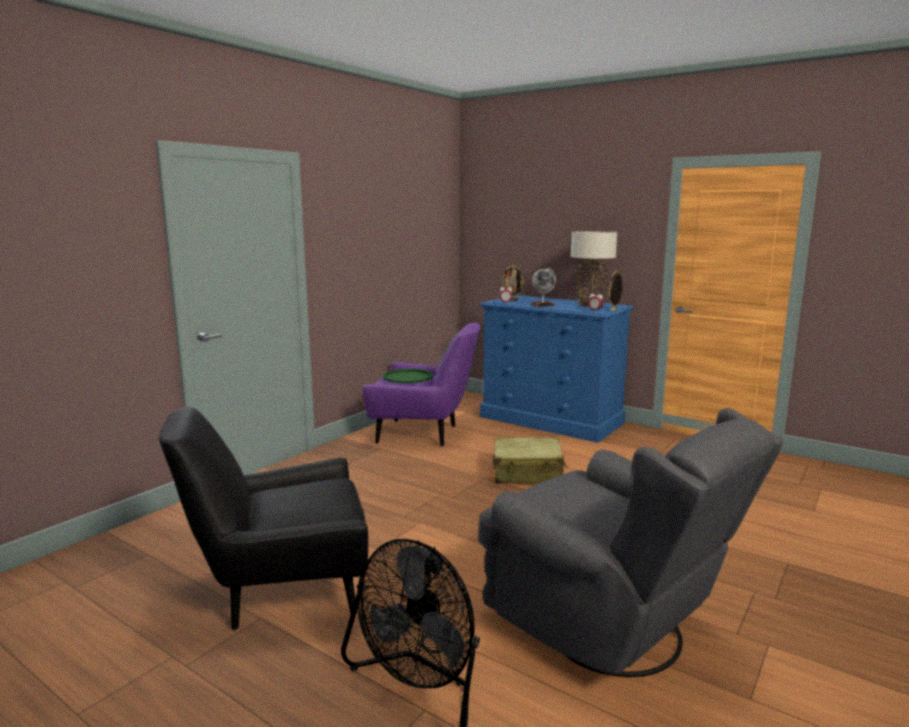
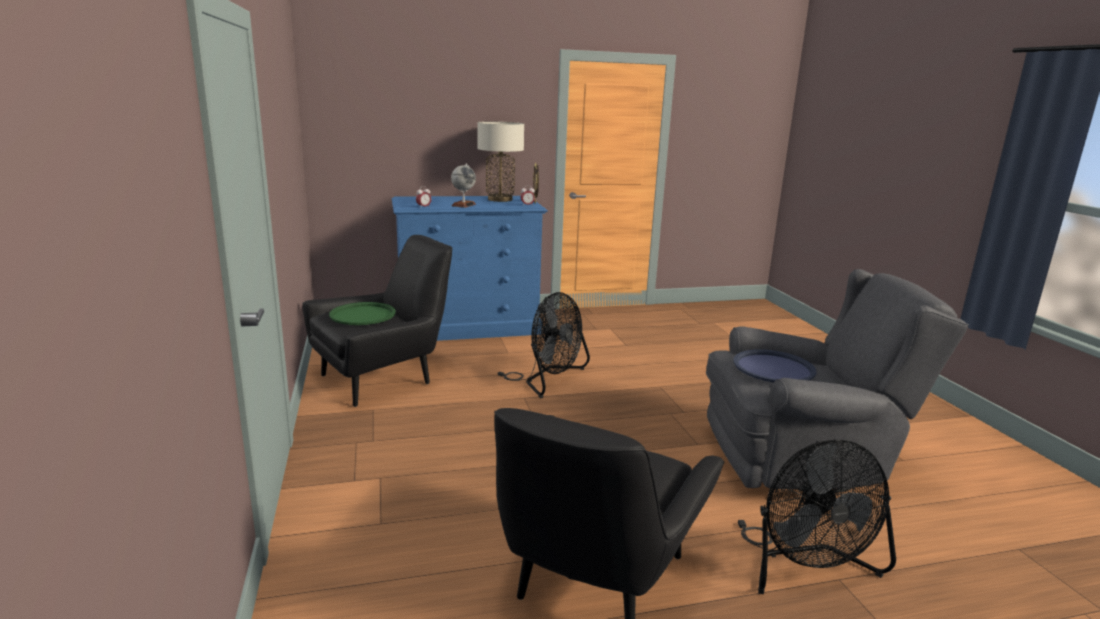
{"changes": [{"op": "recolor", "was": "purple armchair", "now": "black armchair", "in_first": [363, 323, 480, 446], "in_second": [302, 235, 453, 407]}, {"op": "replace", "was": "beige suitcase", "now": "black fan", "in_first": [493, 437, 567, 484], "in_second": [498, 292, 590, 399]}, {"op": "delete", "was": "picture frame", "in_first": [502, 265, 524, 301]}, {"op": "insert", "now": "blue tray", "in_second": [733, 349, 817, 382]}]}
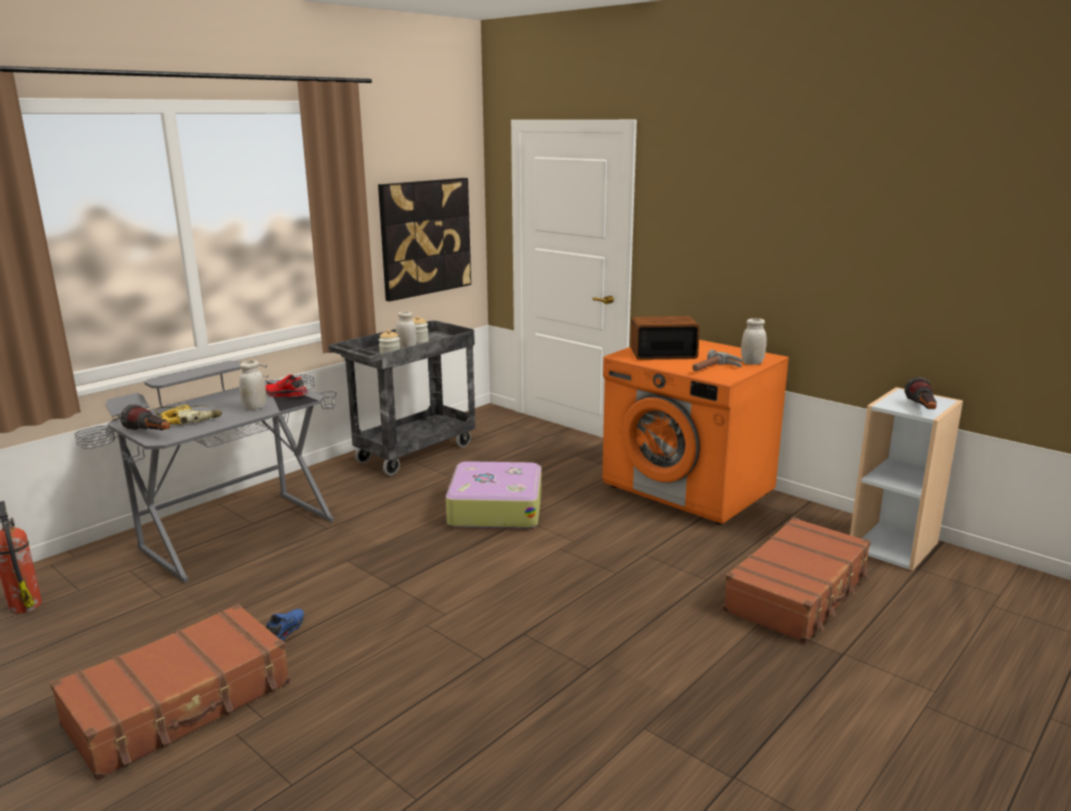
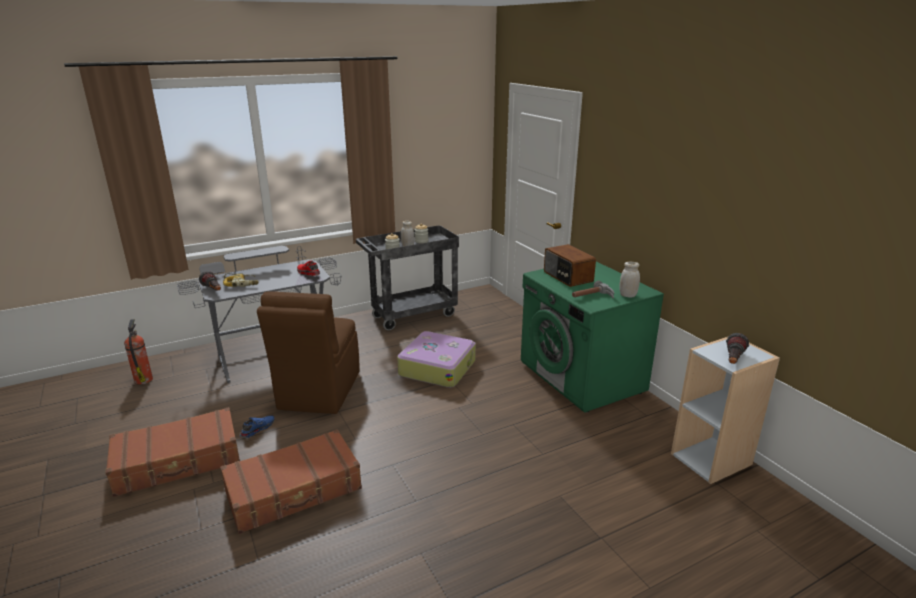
{"changes": [{"op": "delete", "was": "white jar", "in_first": [239, 360, 266, 411]}, {"op": "delete", "was": "picture", "in_first": [378, 178, 471, 302]}, {"op": "recolor", "was": "orange washing machine", "now": "green washing machine", "in_first": [602, 340, 789, 525], "in_second": [521, 261, 664, 413]}, {"op": "rotate", "was": "radio", "in_first": [630, 316, 700, 360], "in_second": [544, 244, 596, 287], "clockwise": -135}, {"op": "move", "was": "brown suitcase", "in_first": [723, 517, 871, 643], "in_second": [220, 429, 362, 534]}, {"op": "insert", "now": "brown chair", "in_second": [257, 291, 359, 414]}]}
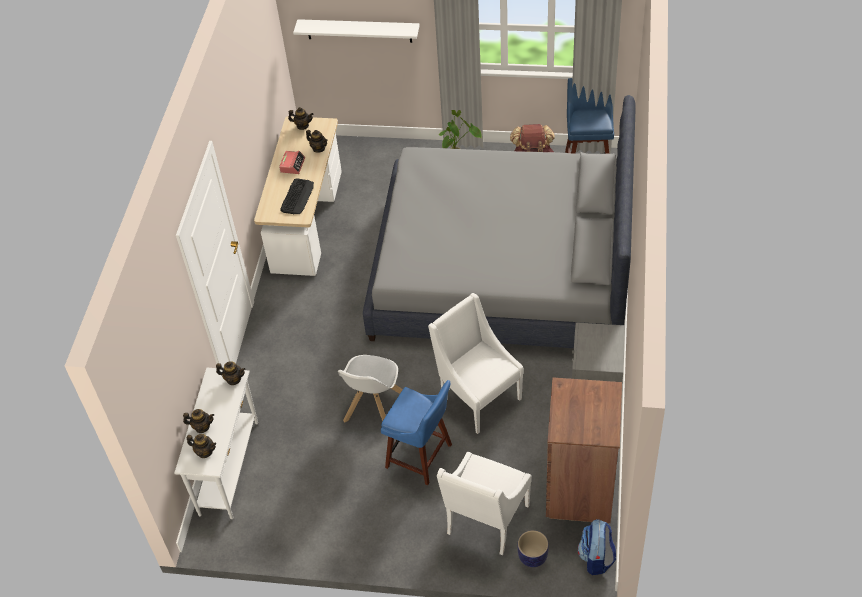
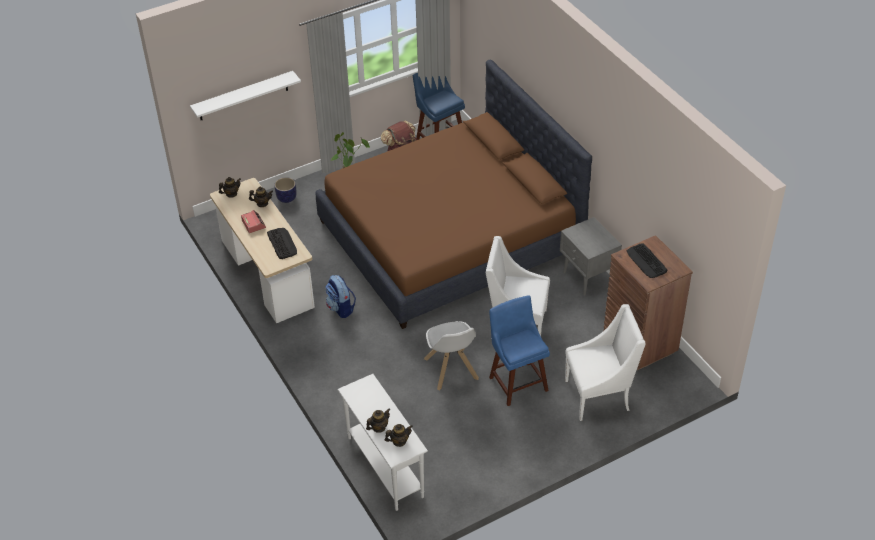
{"changes": [{"op": "delete", "was": "teapot", "in_first": [216, 361, 245, 385]}, {"op": "recolor", "was": "grey bed", "now": "brown bed", "in_first": [363, 95, 636, 348], "in_second": [315, 60, 592, 329]}, {"op": "rotate", "was": "blue chair", "in_first": [381, 380, 452, 485], "in_second": [489, 296, 550, 406], "clockwise": -105}, {"op": "rotate", "was": "white armchair", "in_first": [437, 452, 532, 556], "in_second": [565, 304, 646, 421], "clockwise": -90}, {"op": "move", "was": "planter", "in_first": [518, 530, 549, 567], "in_second": [275, 177, 297, 203]}, {"op": "move", "was": "backpack", "in_first": [578, 519, 616, 575], "in_second": [325, 275, 356, 318]}, {"op": "insert", "now": "keyboard", "in_second": [627, 244, 668, 278]}]}
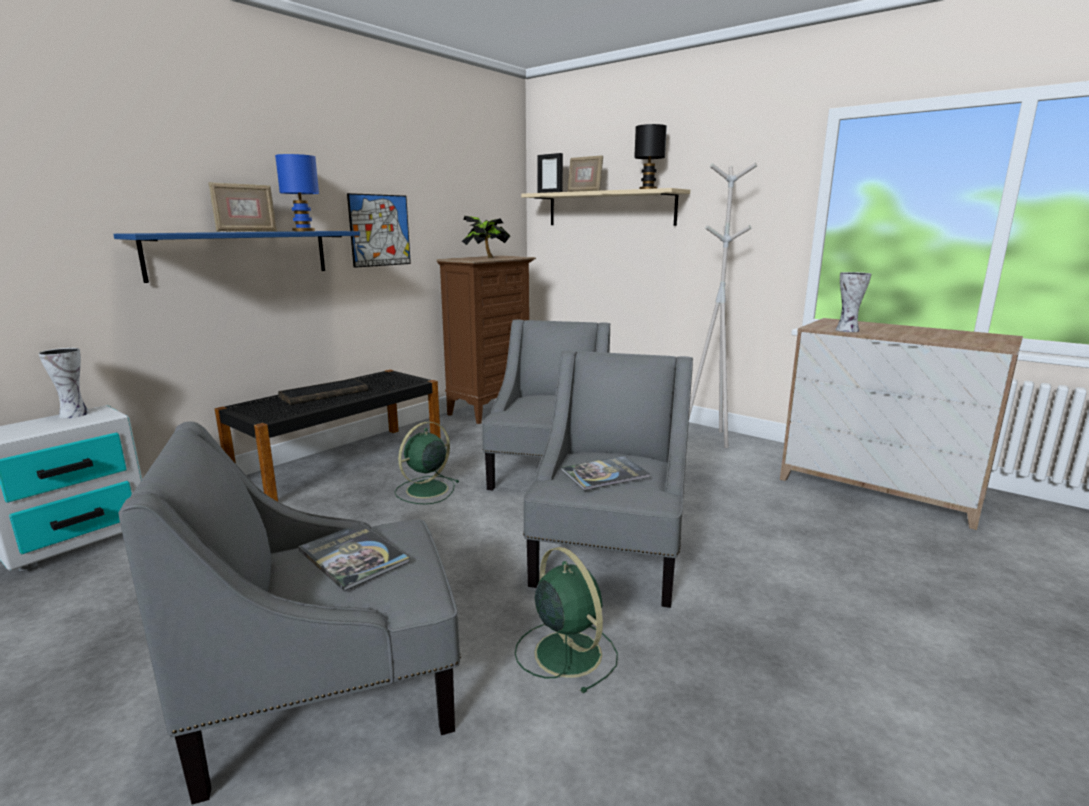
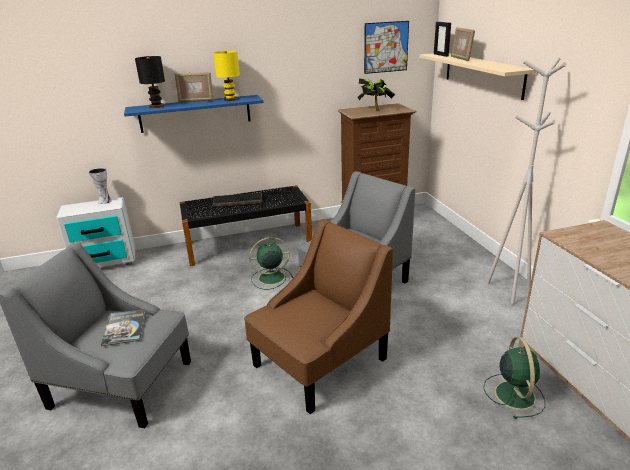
{"changes": [{"op": "recolor", "was": "blue table lamp", "now": "yellow table lamp", "in_first": [275, 154, 319, 231], "in_second": [213, 51, 240, 101]}, {"op": "move", "was": "picture", "in_first": [347, 193, 411, 268], "in_second": [364, 21, 409, 74]}, {"op": "move", "was": "green fan", "in_first": [515, 547, 618, 693], "in_second": [483, 337, 546, 419]}, {"op": "recolor", "was": "grey armchair", "now": "brown armchair", "in_first": [523, 350, 693, 608], "in_second": [244, 219, 393, 414]}, {"op": "delete", "was": "book", "in_first": [561, 456, 650, 491]}, {"op": "move", "was": "black table lamp", "in_first": [634, 124, 667, 189], "in_second": [135, 56, 165, 108]}, {"op": "delete", "was": "vase", "in_first": [835, 272, 871, 332]}]}
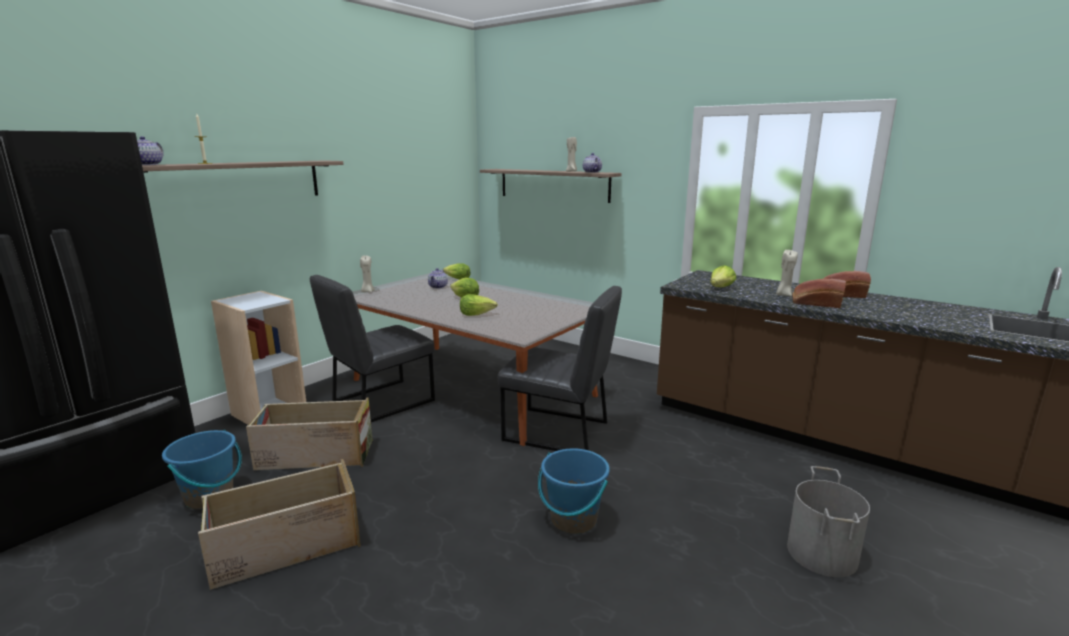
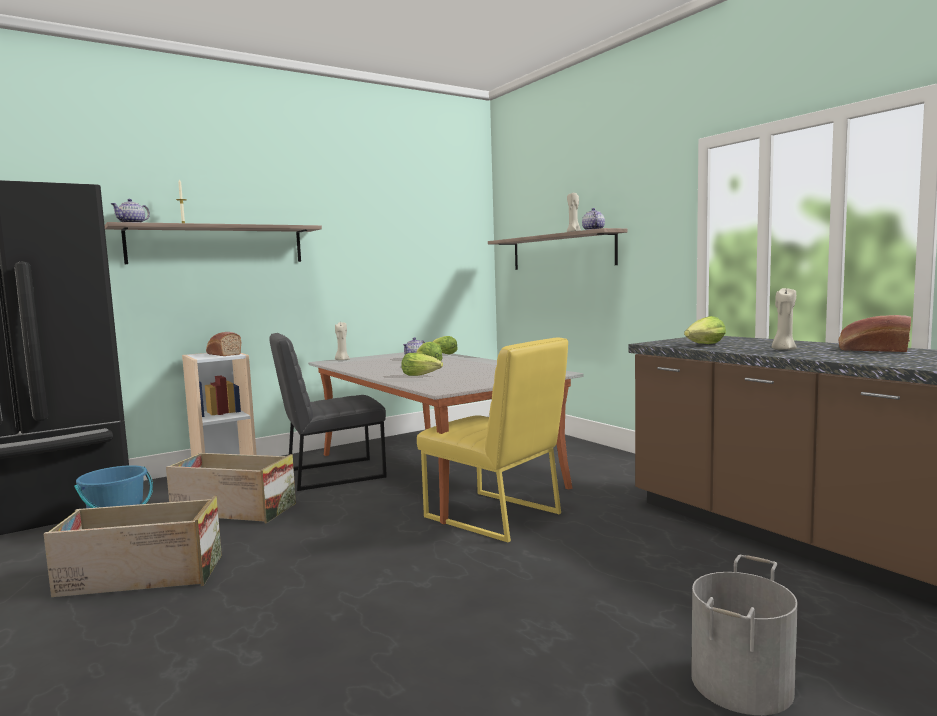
{"changes": [{"op": "recolor", "was": "grey chair", "now": "yellow chair", "in_first": [498, 286, 622, 451], "in_second": [417, 337, 568, 543]}, {"op": "delete", "was": "blue bucket", "in_first": [538, 448, 610, 534]}, {"op": "move", "was": "bread", "in_first": [793, 279, 846, 308], "in_second": [206, 332, 242, 356]}]}
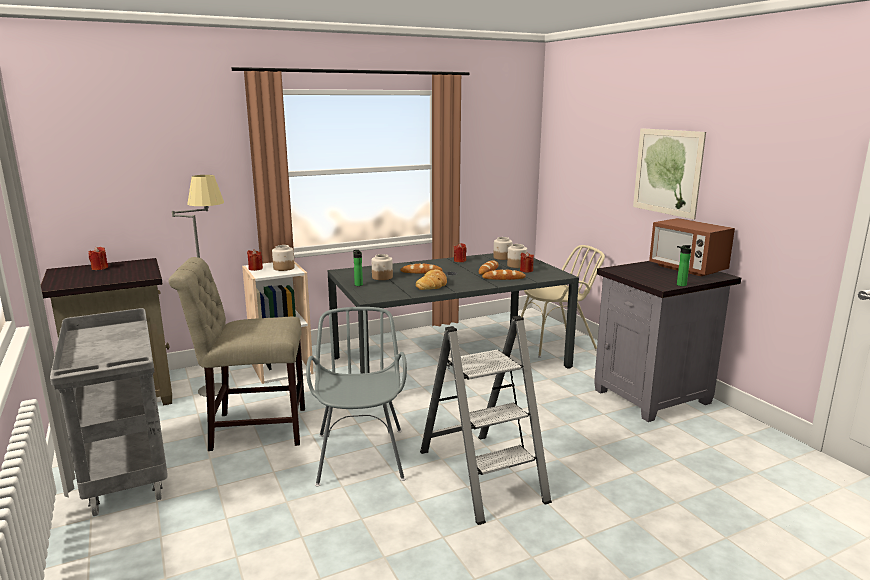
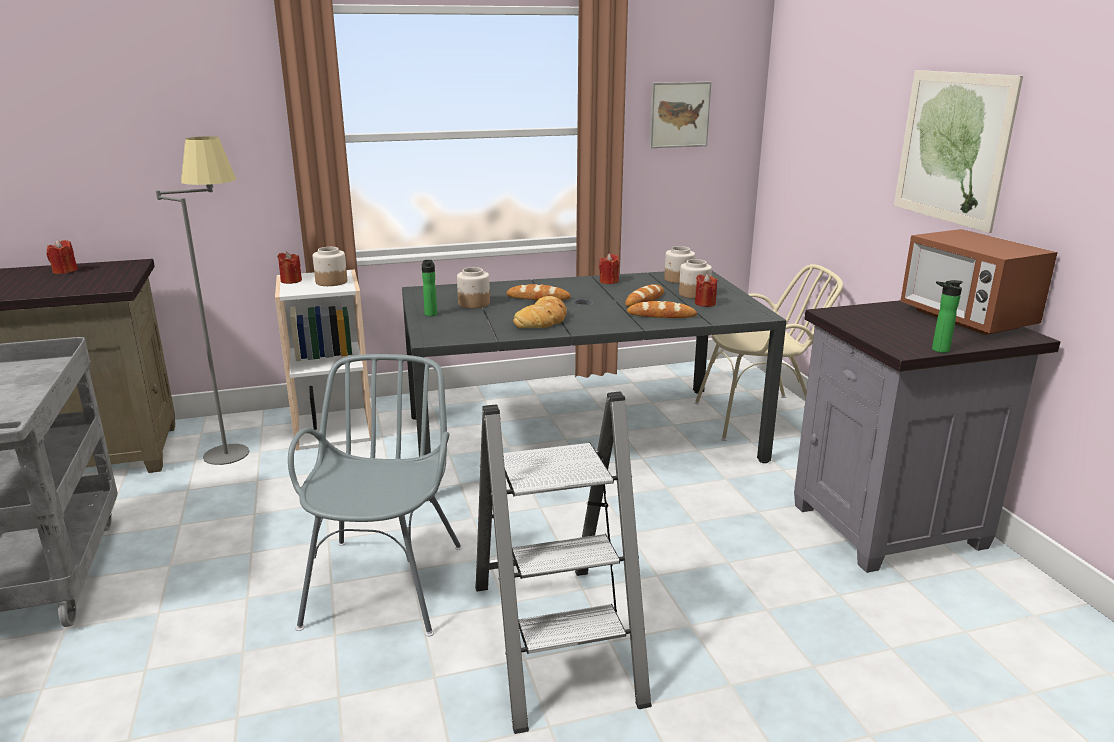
{"changes": [{"op": "delete", "was": "beige chair", "in_first": [169, 257, 305, 451]}, {"op": "insert", "now": "picture", "in_second": [650, 82, 711, 148]}]}
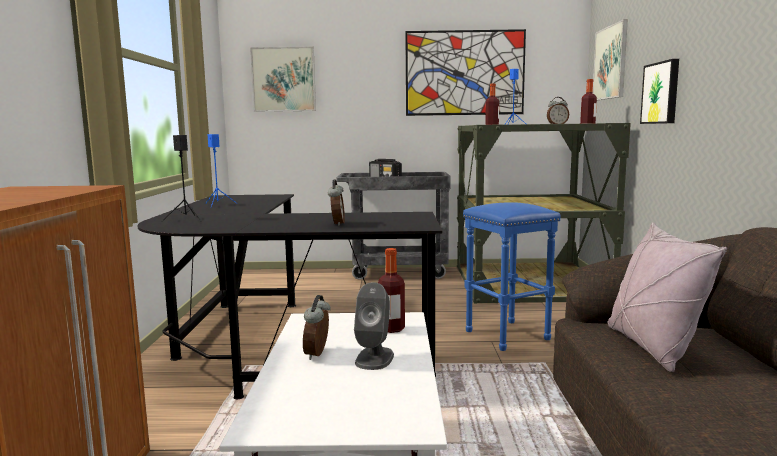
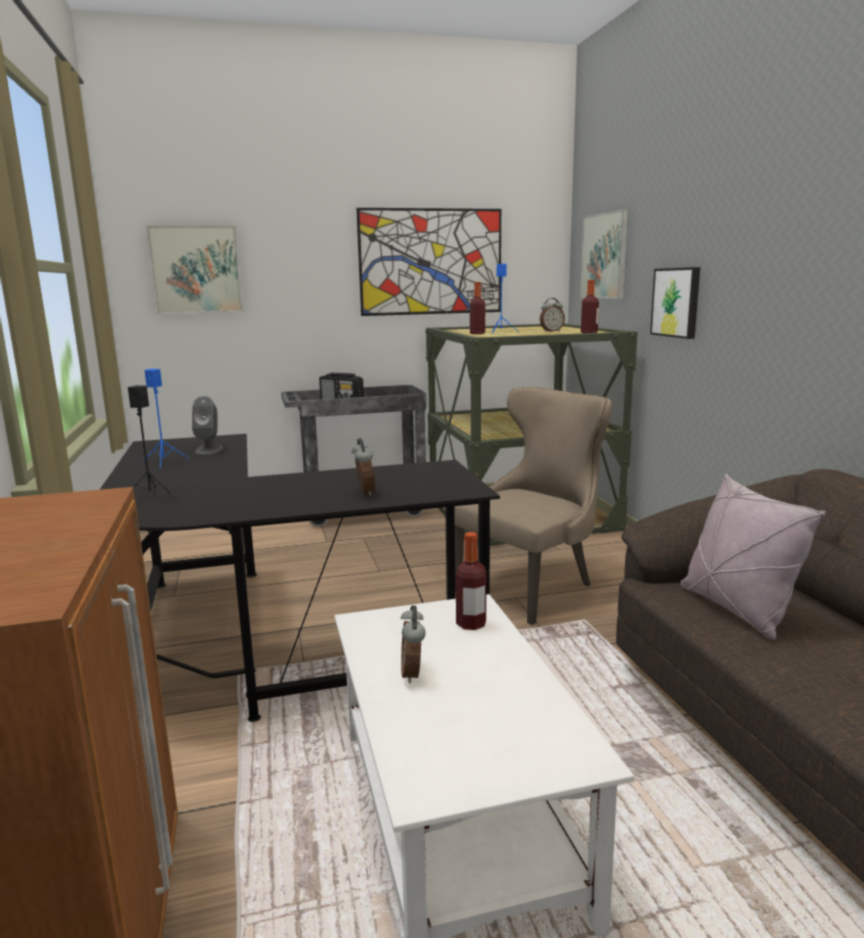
{"changes": [{"op": "move", "was": "grey speaker", "in_first": [354, 282, 394, 370], "in_second": [192, 396, 223, 455]}, {"op": "replace", "was": "blue stool", "now": "beige chair", "in_first": [463, 202, 561, 351], "in_second": [454, 387, 612, 625]}]}
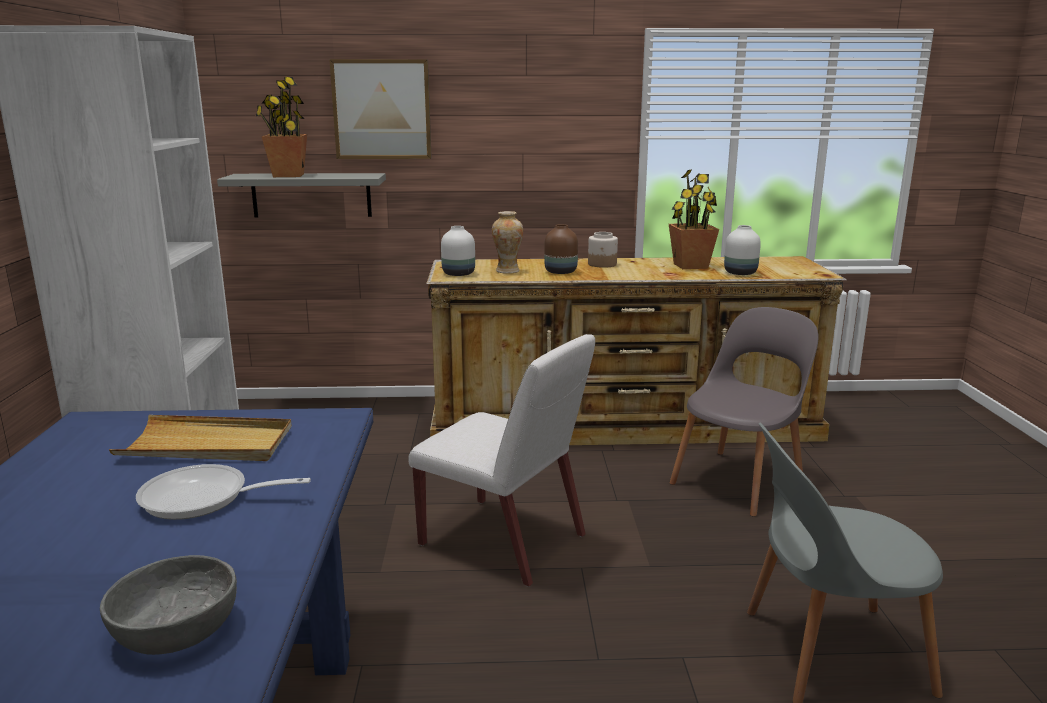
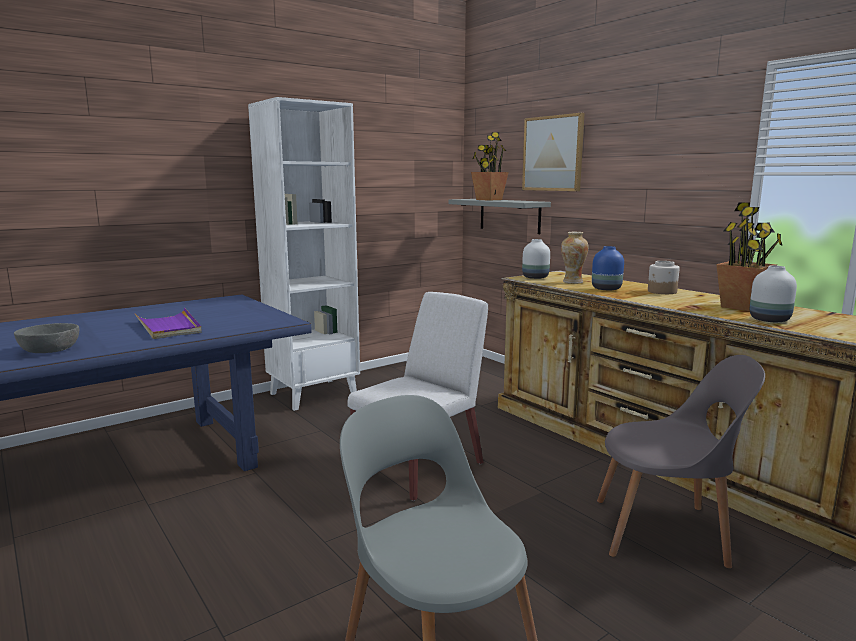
{"changes": [{"op": "delete", "was": "beige tray", "in_first": [109, 415, 292, 461]}, {"op": "replace", "was": "frying pan", "now": "purple tray", "in_first": [136, 464, 311, 520], "in_second": [134, 308, 202, 339]}, {"op": "rotate", "was": "white chair", "in_first": [408, 334, 595, 587], "in_second": [347, 292, 488, 501], "clockwise": -135}, {"op": "recolor", "was": "brown vase", "now": "blue vase", "in_first": [544, 224, 578, 274], "in_second": [592, 246, 624, 290]}]}
